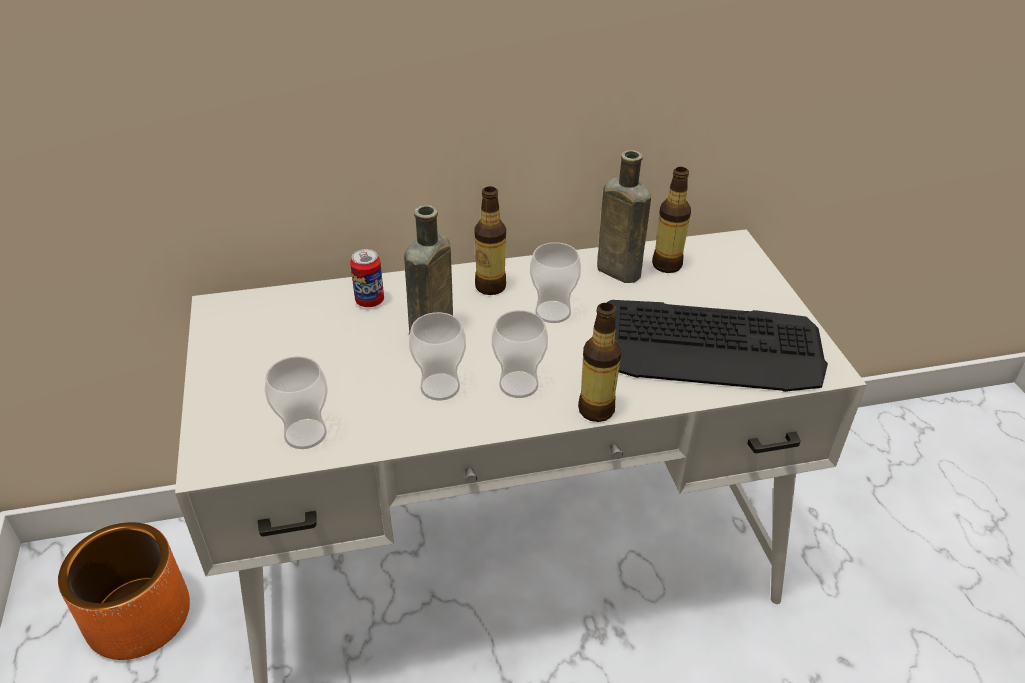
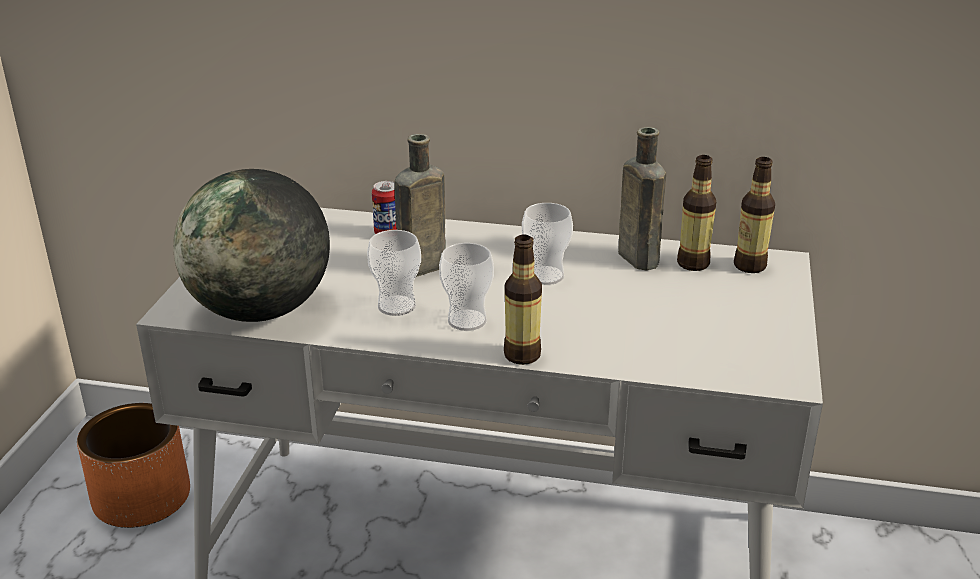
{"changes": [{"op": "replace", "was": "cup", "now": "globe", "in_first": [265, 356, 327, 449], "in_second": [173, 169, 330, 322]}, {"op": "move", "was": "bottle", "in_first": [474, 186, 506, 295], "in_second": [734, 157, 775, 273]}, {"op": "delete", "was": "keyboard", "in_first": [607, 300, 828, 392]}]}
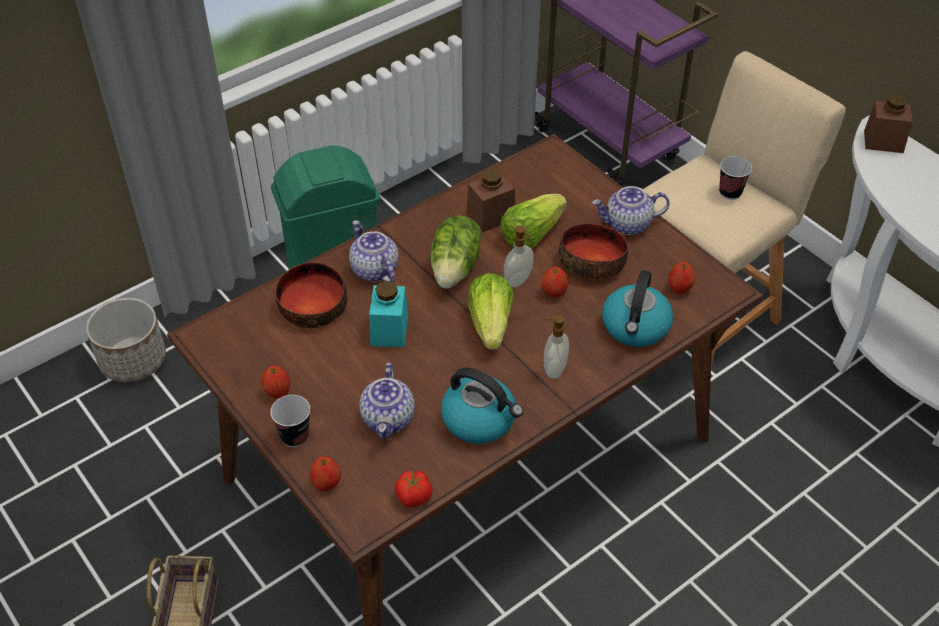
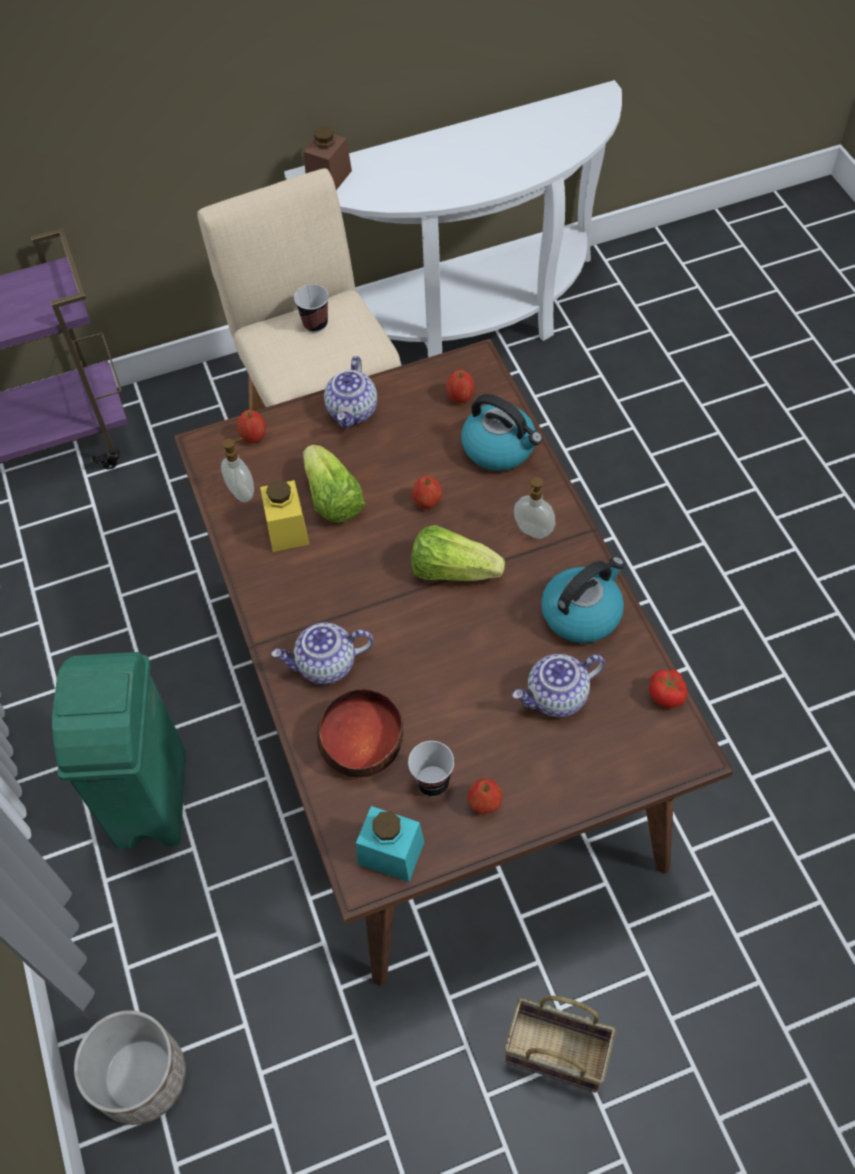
{"changes": [{"op": "move", "was": "cup", "in_first": [270, 395, 310, 447], "in_second": [408, 741, 454, 796]}, {"op": "move", "was": "apple", "in_first": [310, 456, 341, 491], "in_second": [237, 410, 266, 444]}, {"op": "rotate", "was": "teapot", "in_first": [359, 363, 415, 439], "in_second": [512, 654, 605, 717], "clockwise": 135}, {"op": "move", "was": "turquoise jar", "in_first": [369, 281, 408, 347], "in_second": [356, 806, 424, 882]}, {"op": "delete", "was": "lettuce", "in_first": [430, 216, 482, 289]}, {"op": "recolor", "was": "brown jar", "now": "yellow jar", "in_first": [466, 168, 515, 233], "in_second": [260, 480, 310, 552]}, {"op": "move", "was": "soap dispenser", "in_first": [504, 225, 534, 287], "in_second": [221, 438, 254, 502]}, {"op": "delete", "was": "bowl", "in_first": [559, 223, 629, 280]}]}
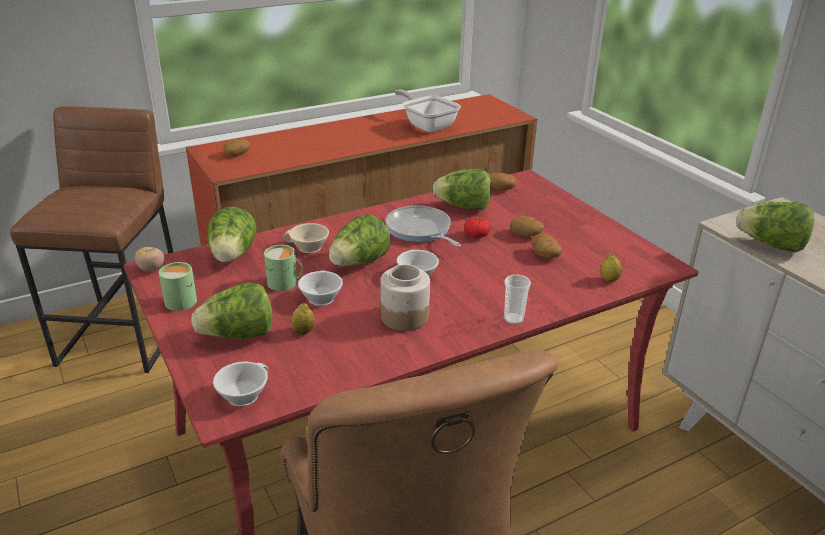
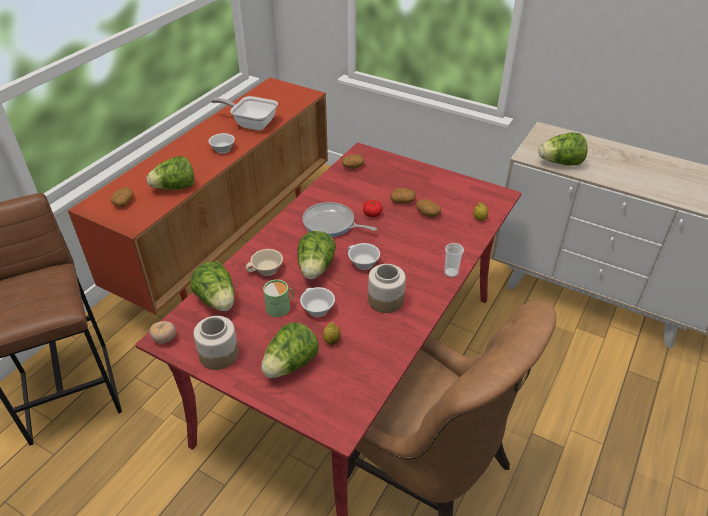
{"changes": [{"op": "replace", "was": "green mug", "now": "jar", "in_first": [159, 262, 197, 311], "in_second": [193, 316, 239, 370]}, {"op": "move", "was": "white cup", "in_first": [213, 362, 268, 406], "in_second": [209, 133, 235, 154]}, {"op": "move", "was": "lettuce", "in_first": [433, 169, 491, 210], "in_second": [147, 156, 194, 190]}]}
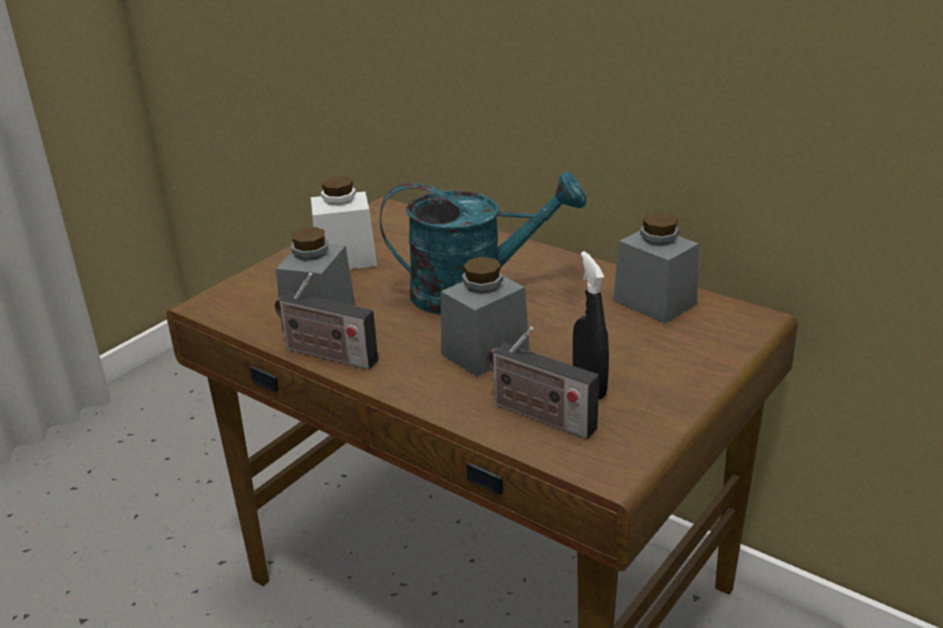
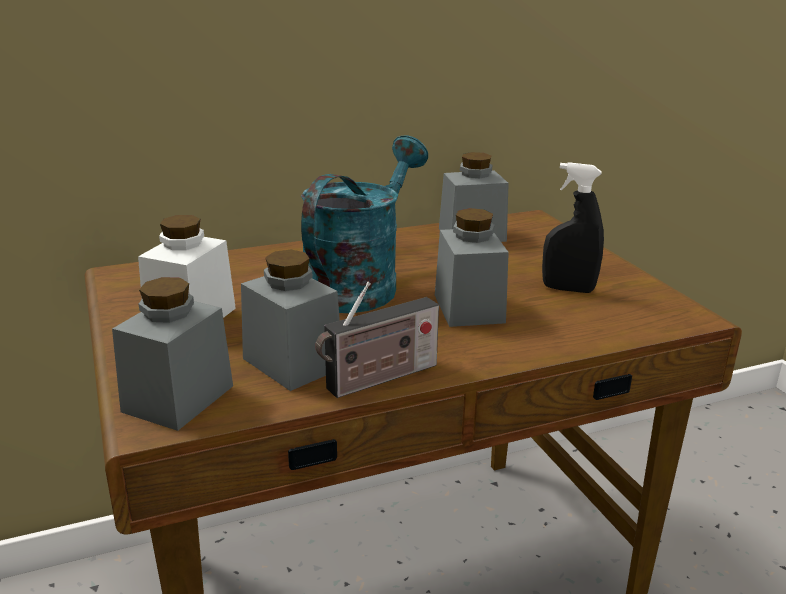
{"changes": [{"op": "delete", "was": "radio", "in_first": [486, 327, 599, 439]}, {"op": "insert", "now": "grey jar", "in_second": [112, 277, 233, 431]}]}
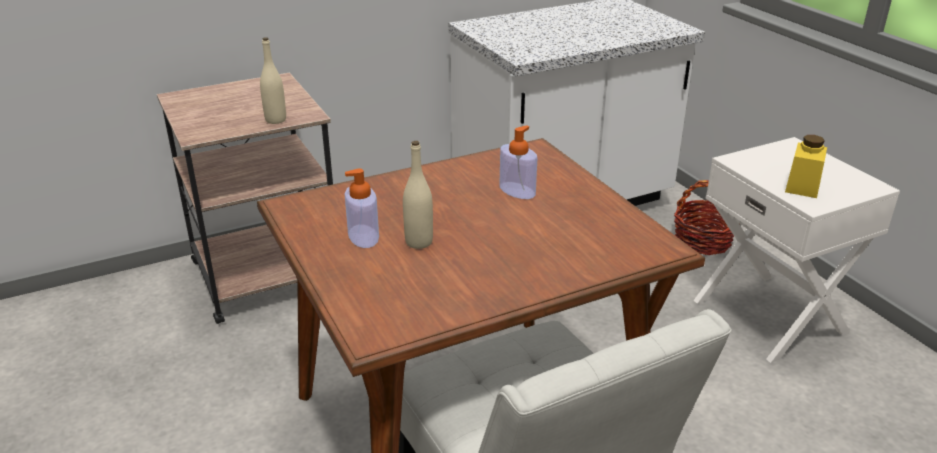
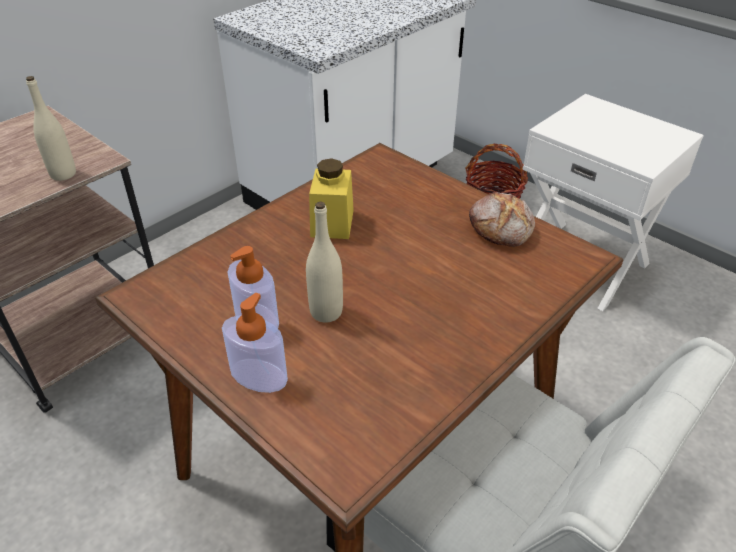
{"changes": [{"op": "move", "was": "soap dispenser", "in_first": [500, 125, 537, 199], "in_second": [222, 293, 288, 393]}, {"op": "move", "was": "yellow jar", "in_first": [785, 135, 827, 198], "in_second": [309, 158, 354, 239]}, {"op": "insert", "now": "bread", "in_second": [469, 192, 535, 247]}]}
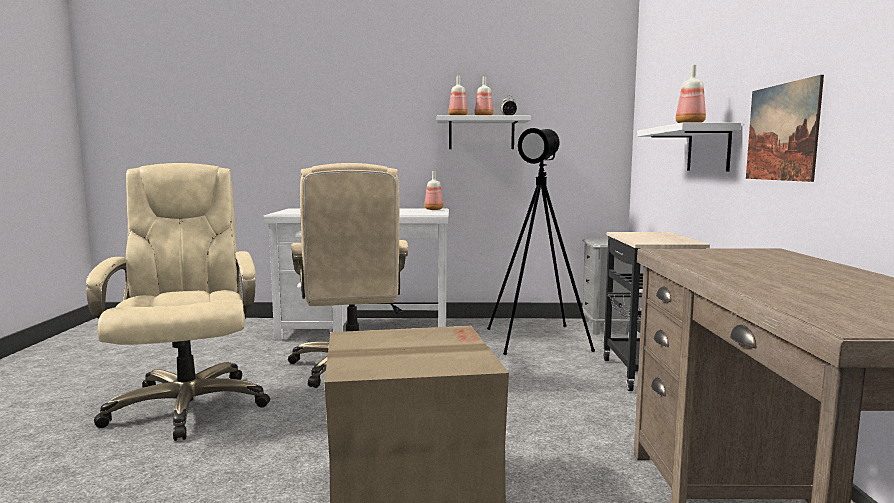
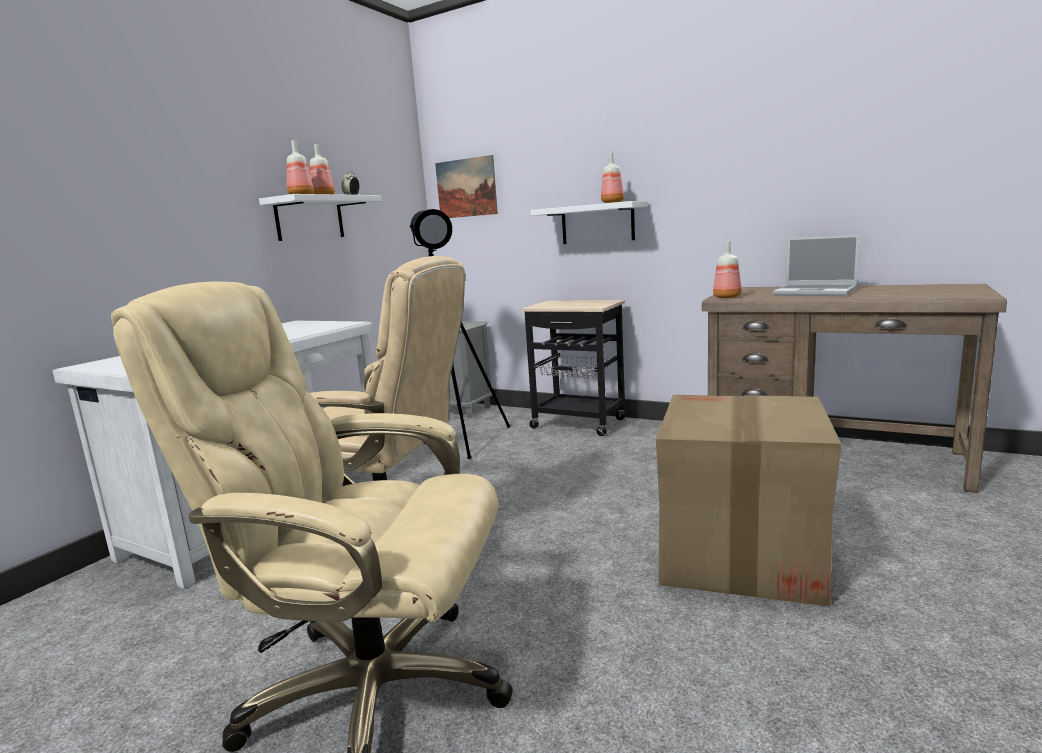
{"changes": [{"op": "move", "was": "bottle", "in_first": [425, 171, 443, 210], "in_second": [713, 241, 741, 298]}, {"op": "move", "was": "picture", "in_first": [746, 75, 824, 182], "in_second": [435, 155, 498, 218]}, {"op": "insert", "now": "laptop", "in_second": [773, 235, 860, 296]}]}
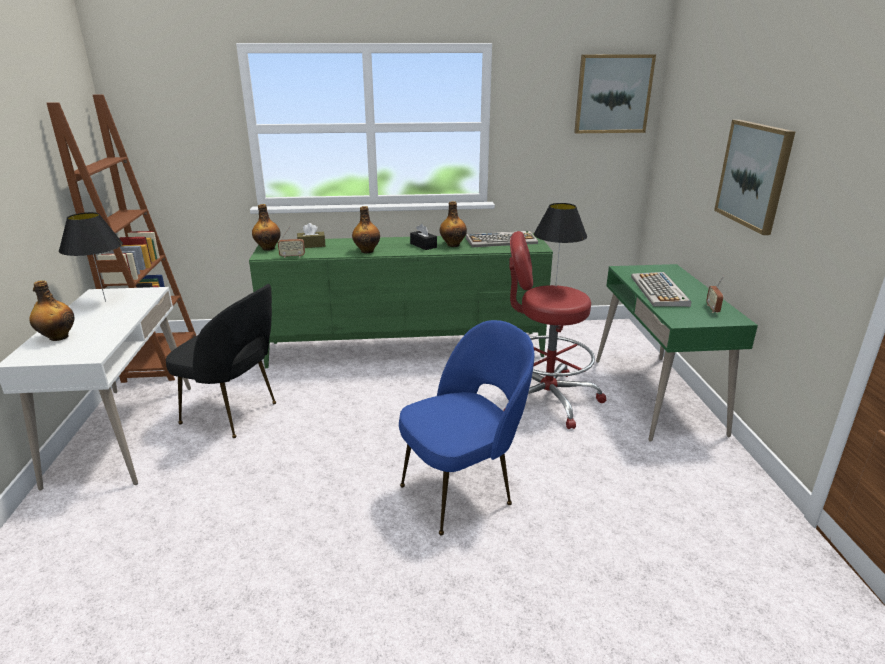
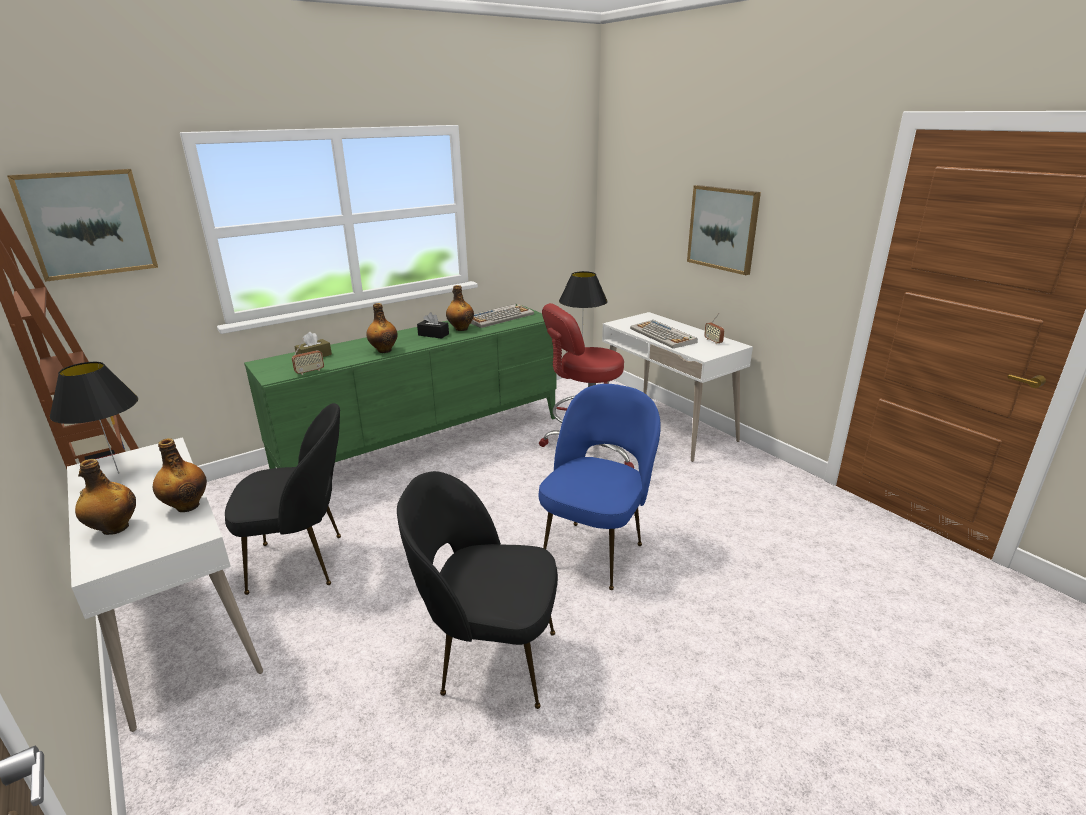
{"changes": [{"op": "move", "was": "bottle", "in_first": [252, 204, 281, 251], "in_second": [153, 438, 207, 512]}, {"op": "move", "was": "picture", "in_first": [574, 54, 656, 133], "in_second": [7, 169, 158, 282]}, {"op": "recolor", "was": "green desk", "now": "white desk", "in_first": [596, 264, 758, 442], "in_second": [602, 312, 753, 462]}, {"op": "insert", "now": "black chair", "in_second": [397, 471, 558, 709]}]}
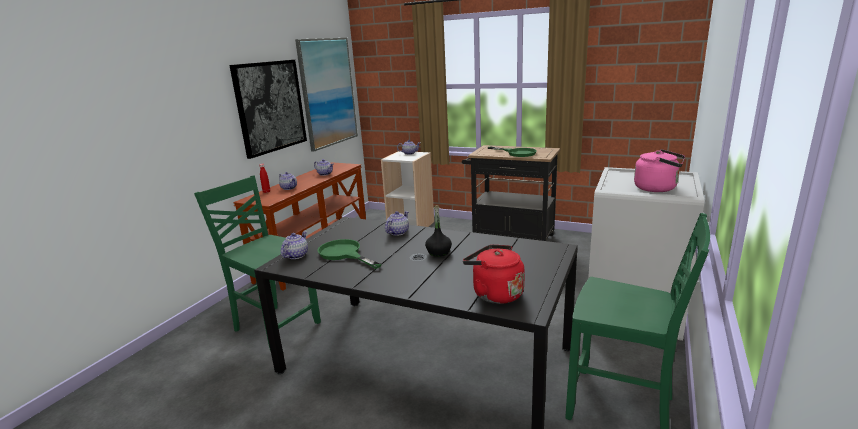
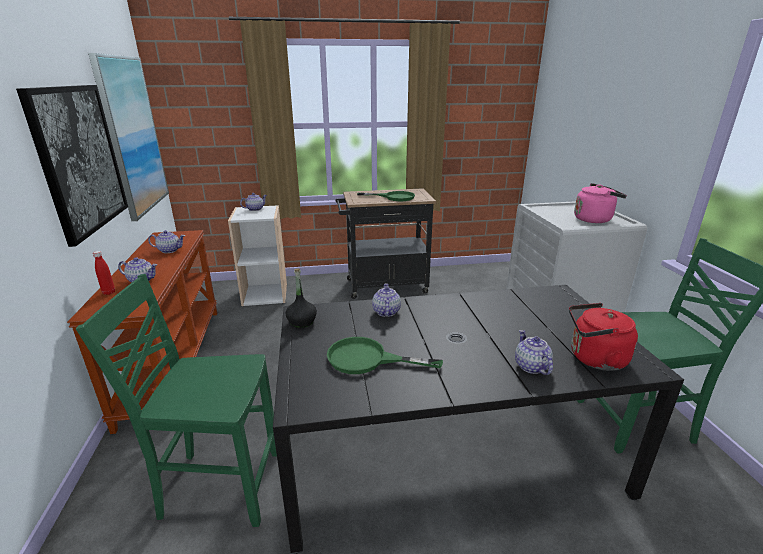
{"changes": [{"op": "move", "was": "teapot", "in_first": [281, 232, 308, 259], "in_second": [515, 330, 553, 375]}, {"op": "move", "was": "black bottle", "in_first": [425, 205, 452, 257], "in_second": [285, 269, 317, 328]}]}
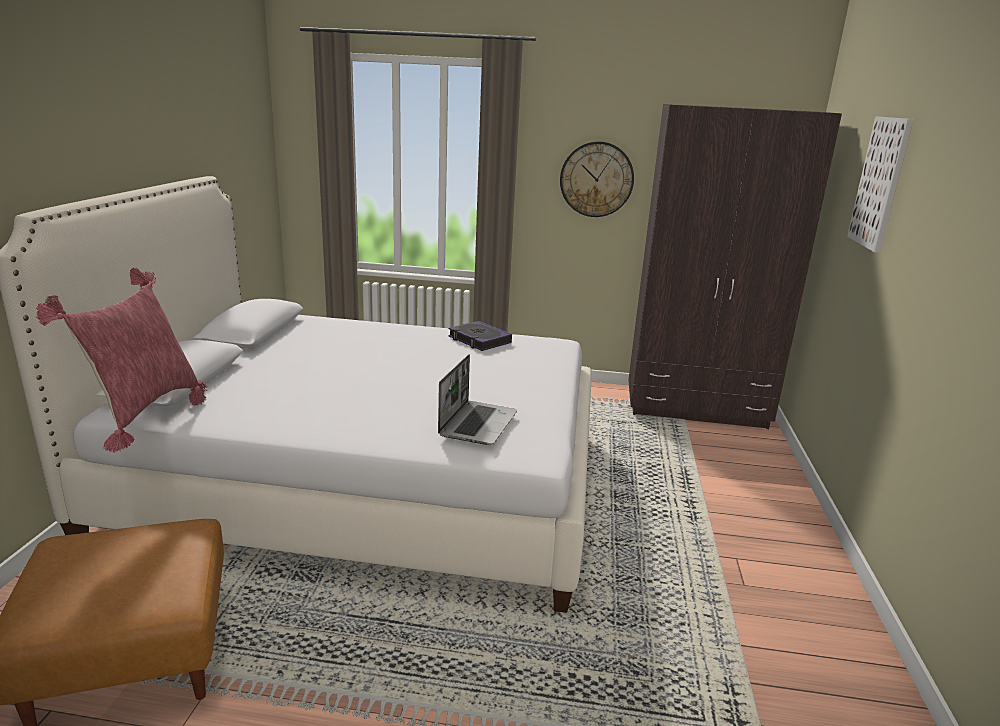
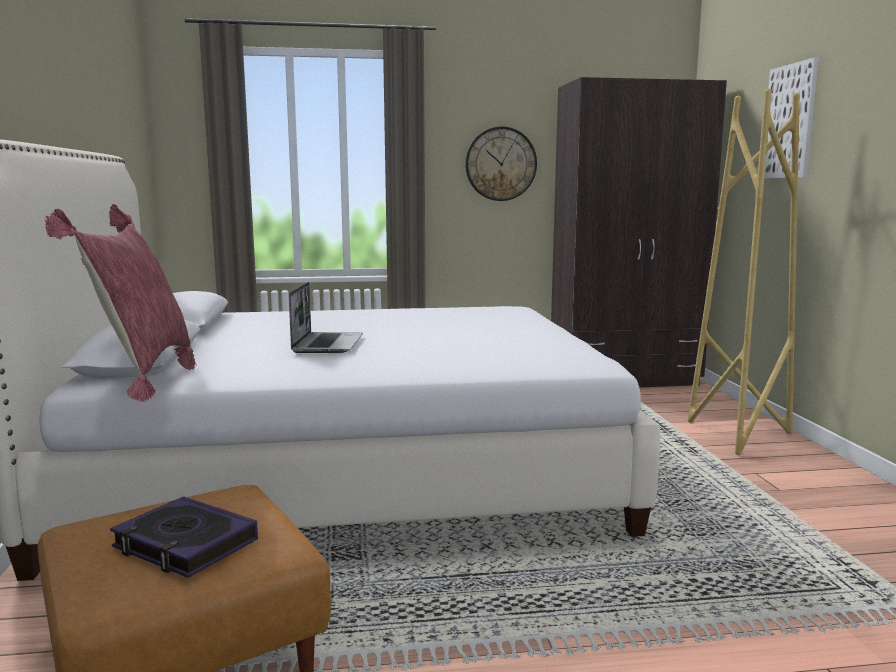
{"changes": [{"op": "move", "was": "laptop", "in_first": [438, 354, 517, 445], "in_second": [289, 282, 363, 353]}, {"op": "move", "was": "book", "in_first": [448, 321, 512, 351], "in_second": [110, 496, 258, 578]}, {"op": "insert", "now": "yellow clothes rack", "in_second": [688, 88, 800, 455]}]}
